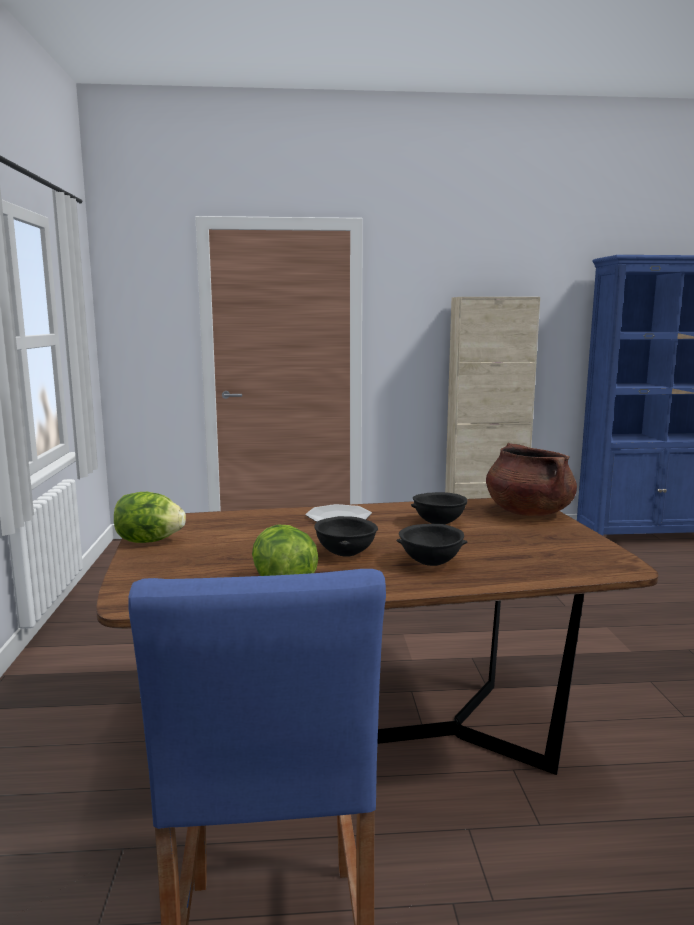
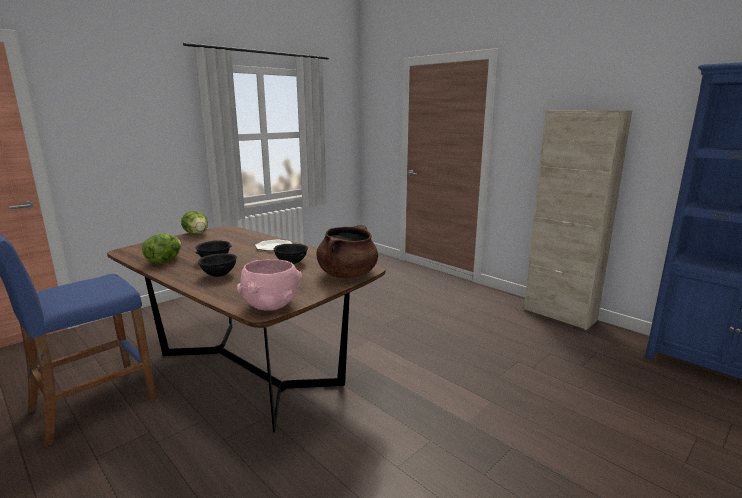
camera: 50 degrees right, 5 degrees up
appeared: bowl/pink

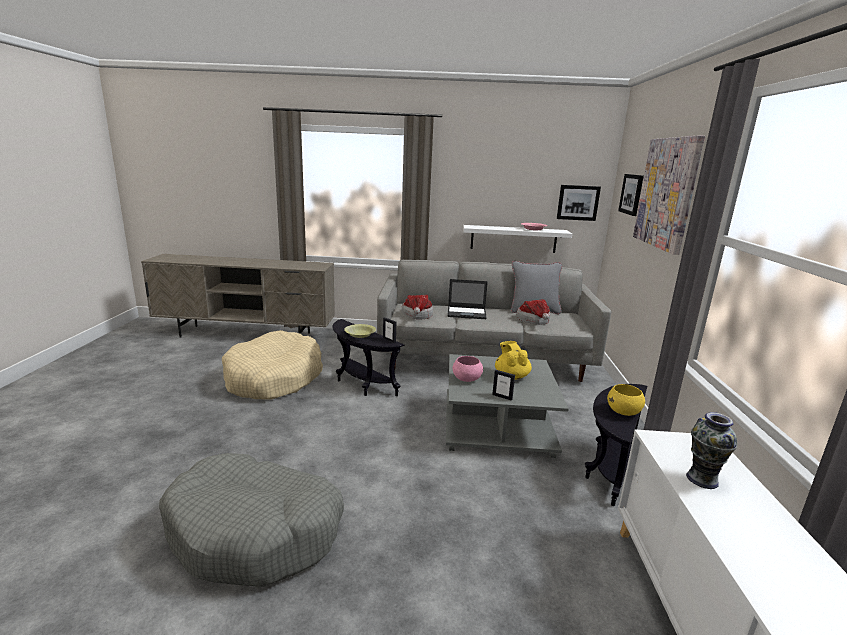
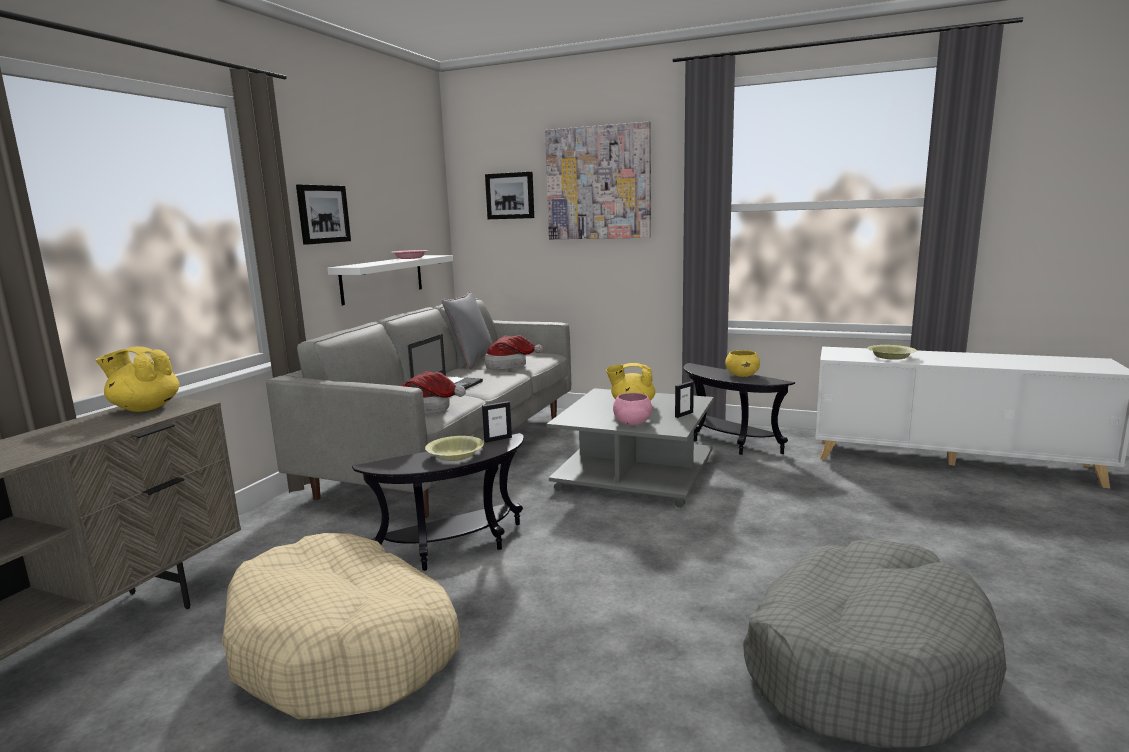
camera: 70 degrees left, 5 degrees down
appeared: teapot/yellow (no. 1 from left)
relocated: picture (no. 1 from left)
exchanged: vase to bowl/yellow (no. 3 from left)

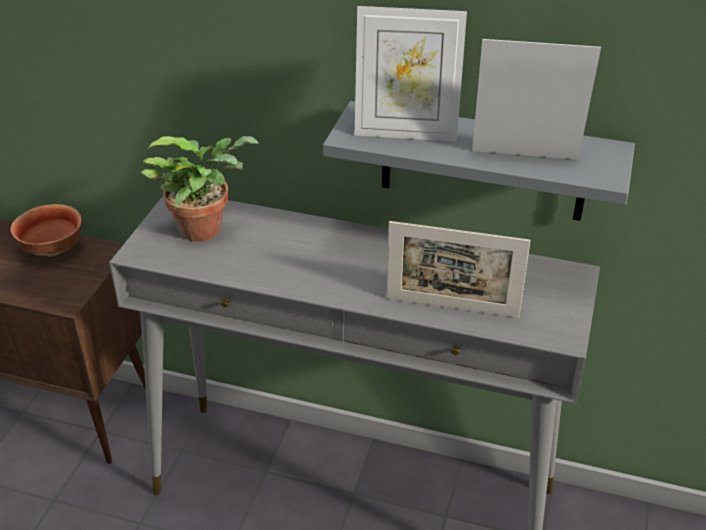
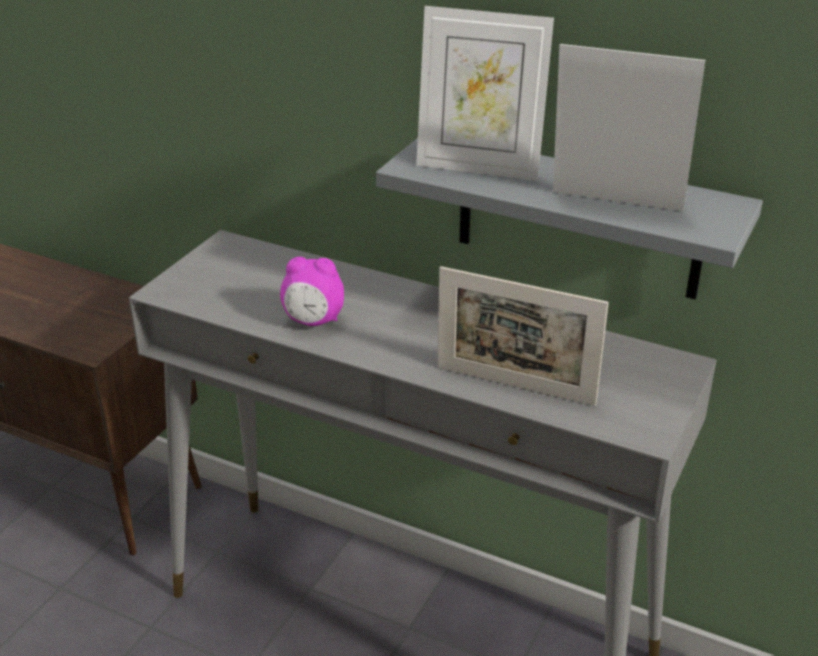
camera: 10 degrees right, 5 degrees down
missing: bowl; potted plant
appeared: alarm clock

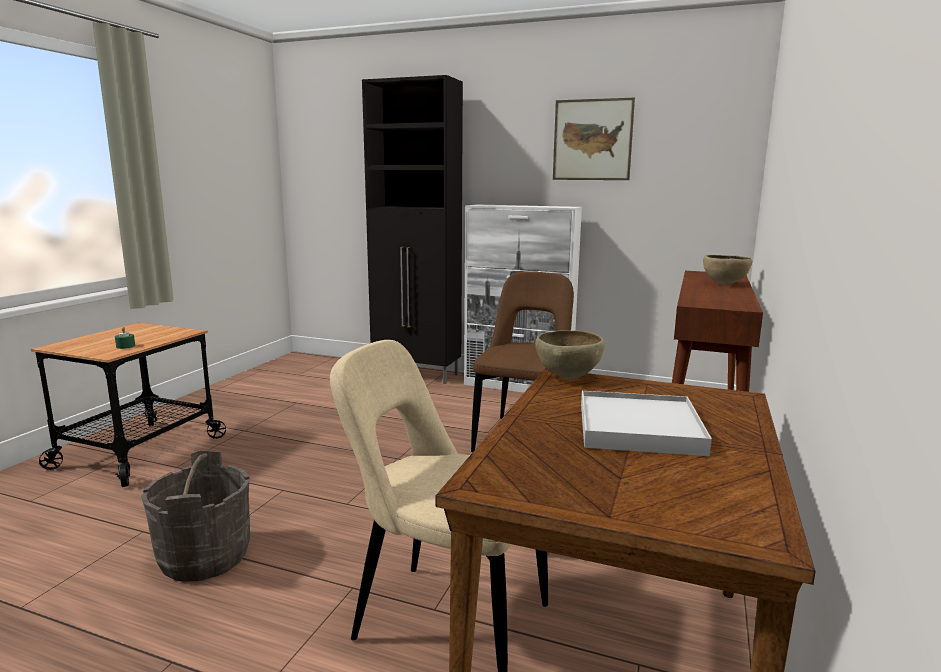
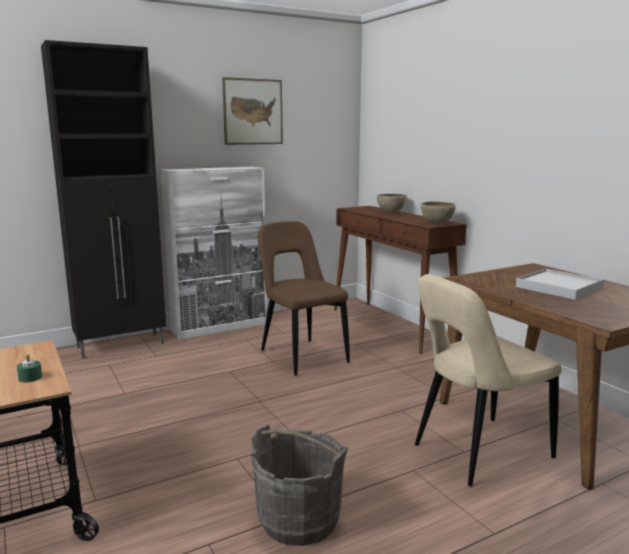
camera: 50 degrees left, 0 degrees up
relocated: bowl/brown (no. 1 from left in the first image) to bowl/brown (no. 2 from left)

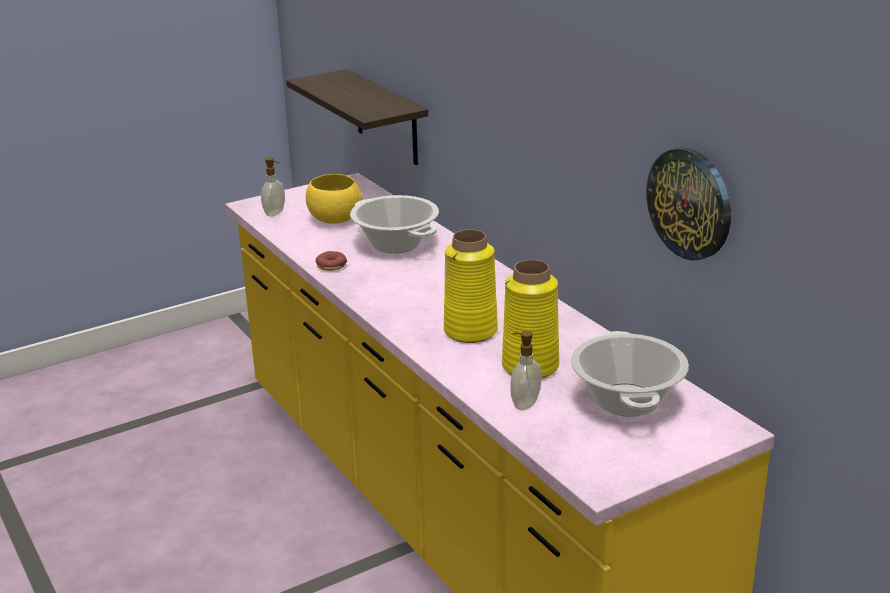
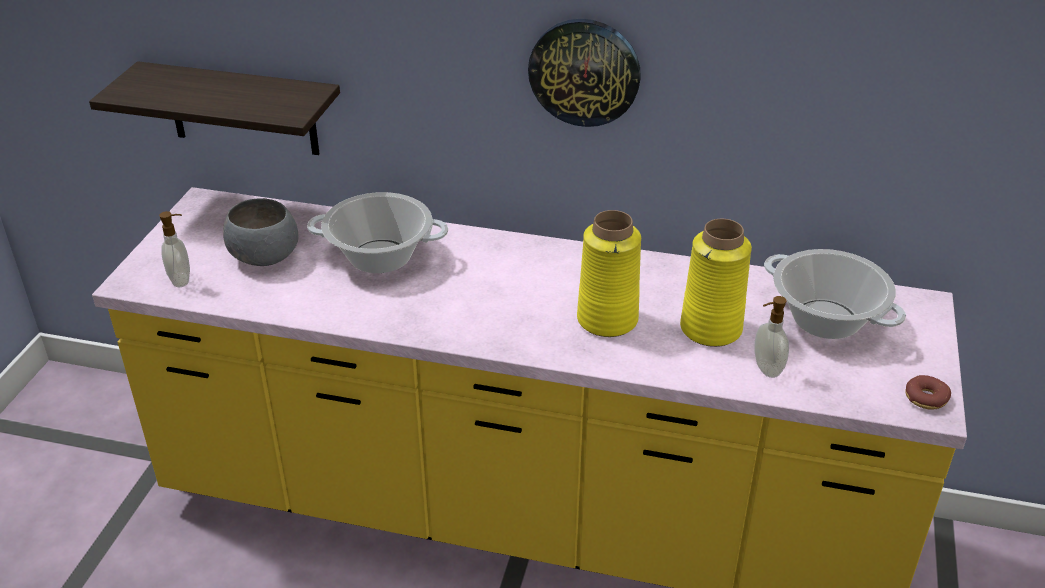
camera: 45 degrees left, 10 degrees up
relocated: wall clock; donut
colour: bowl/yellow to bowl/grey

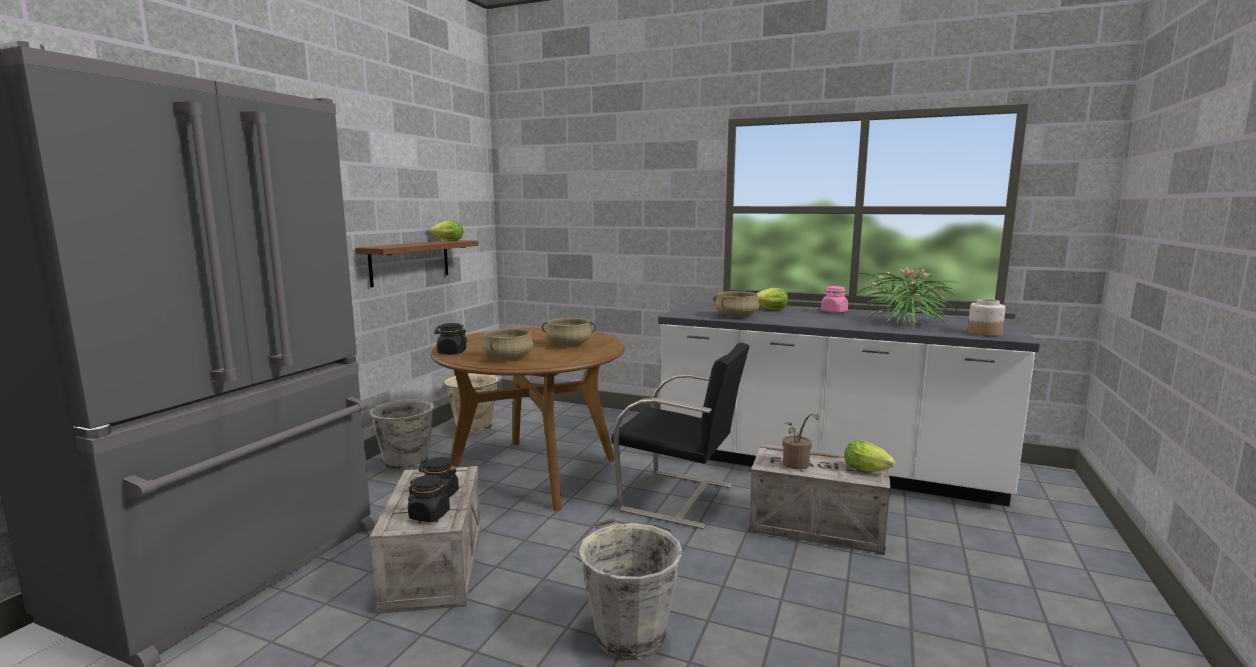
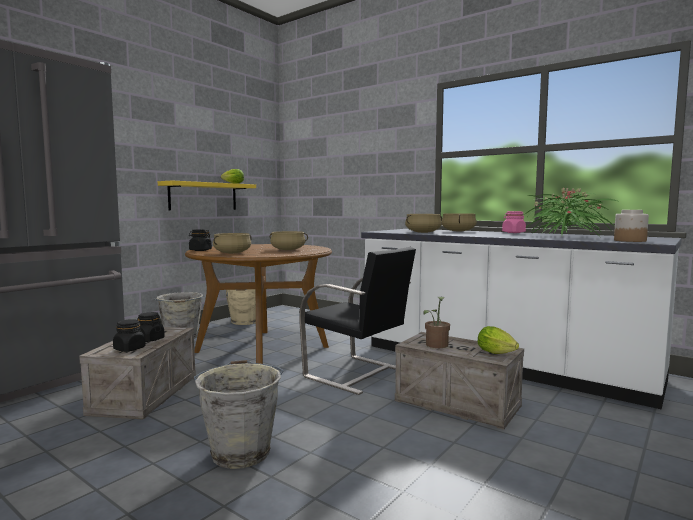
camera: 15 degrees right, 5 degrees down
exchanged: lettuce (no. 2 from left) to cooking pot/beige (no. 4 from left)
colour: shelf/brown to shelf/yellow

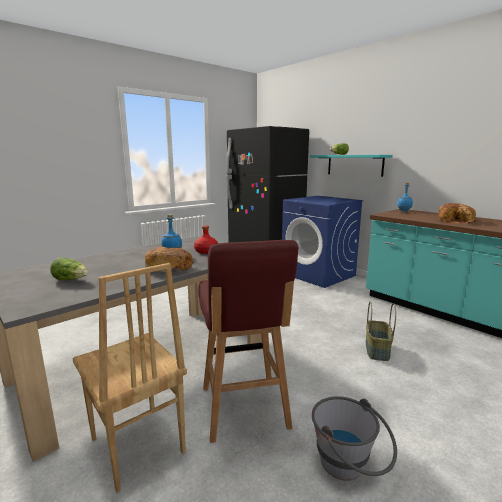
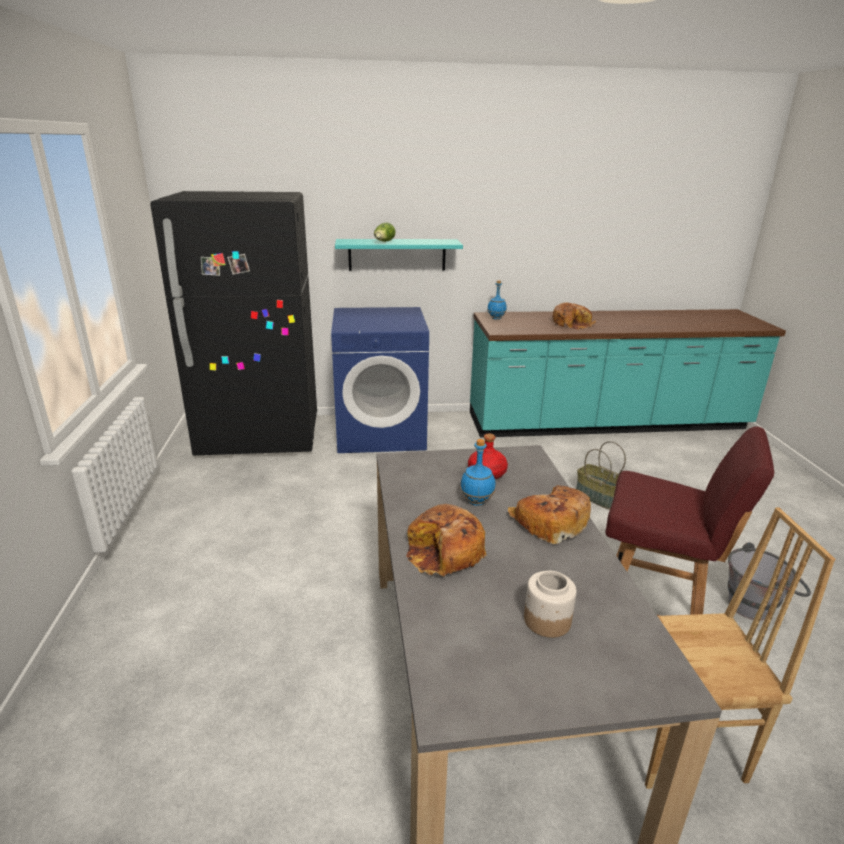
camera: 55 degrees left, 10 degrees up
appeared: bread (no. 1 from left)
exchanged: lettuce (no. 1 from left) to jar

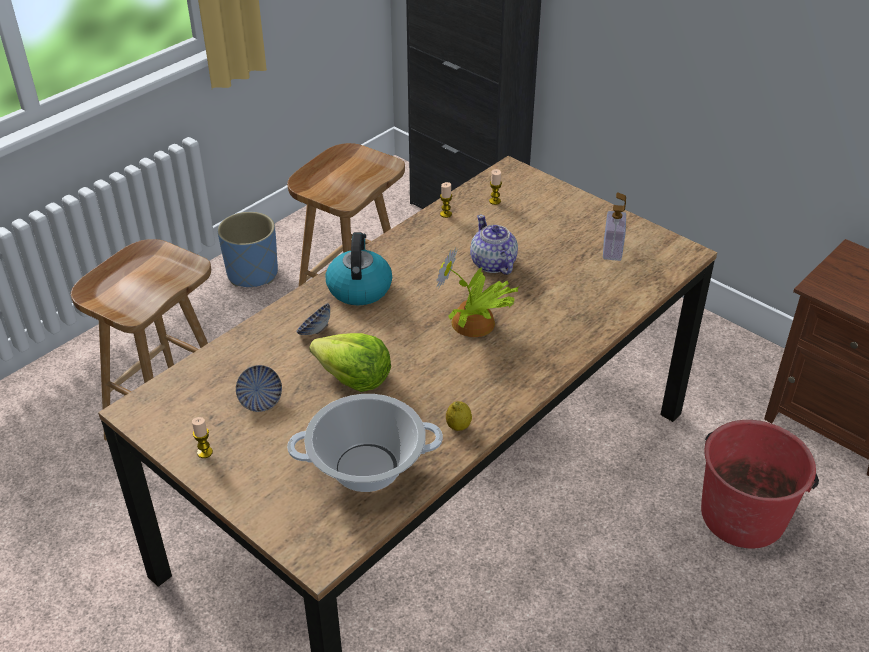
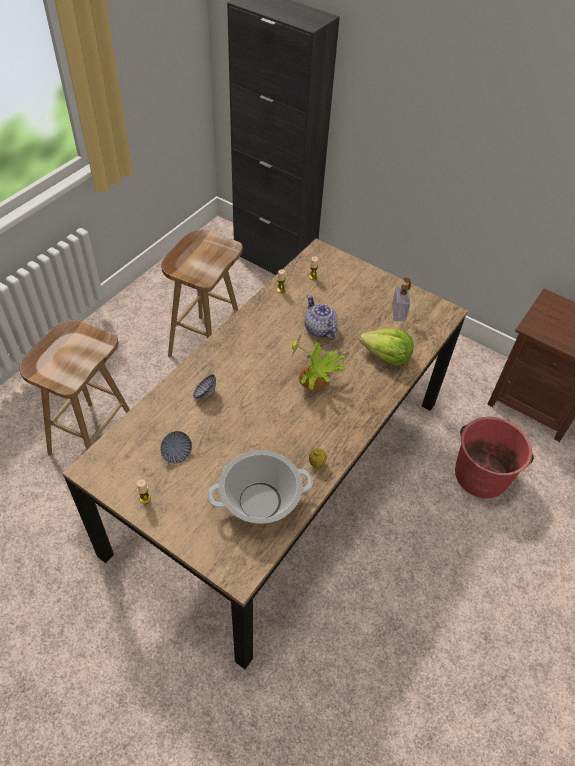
camera: 10 degrees left, 10 degrees up
missing: planter/blue; kettle
relocated: lettuce

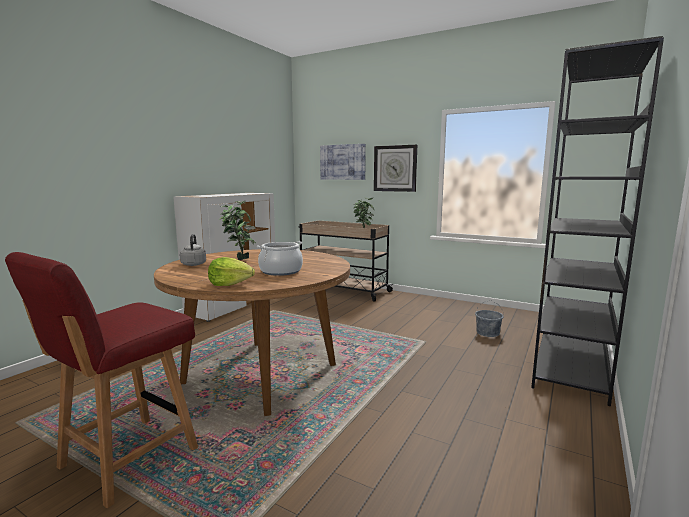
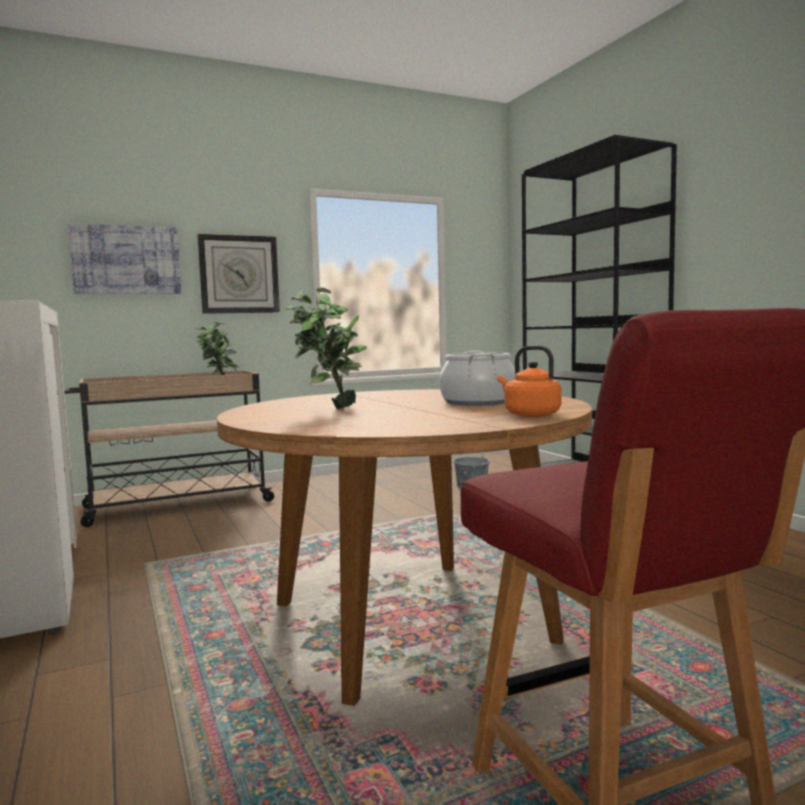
camera: 55 degrees left, 5 degrees down
missing: kettle/grey
exchanged: lettuce to kettle/orange

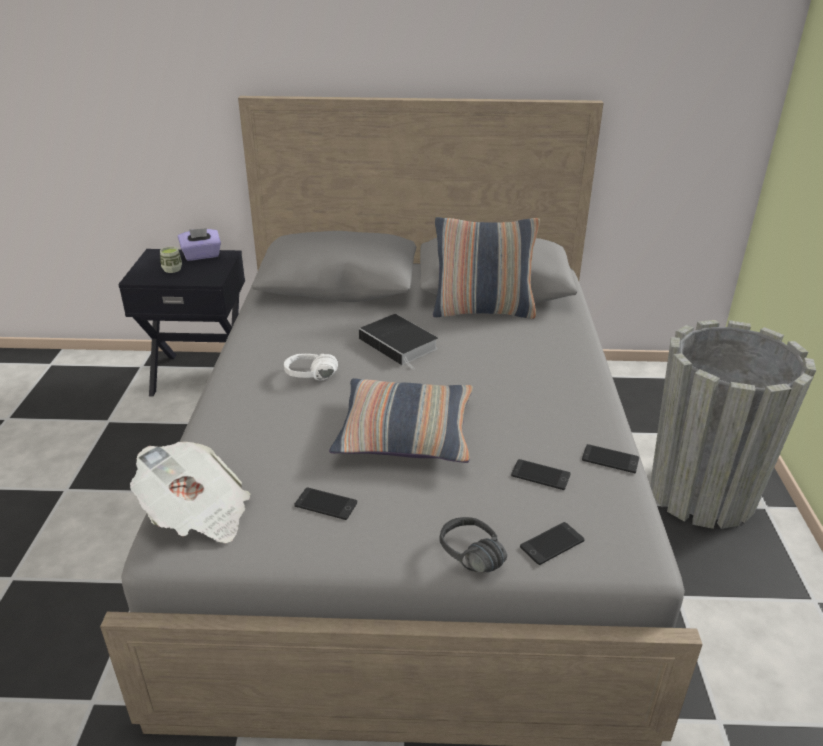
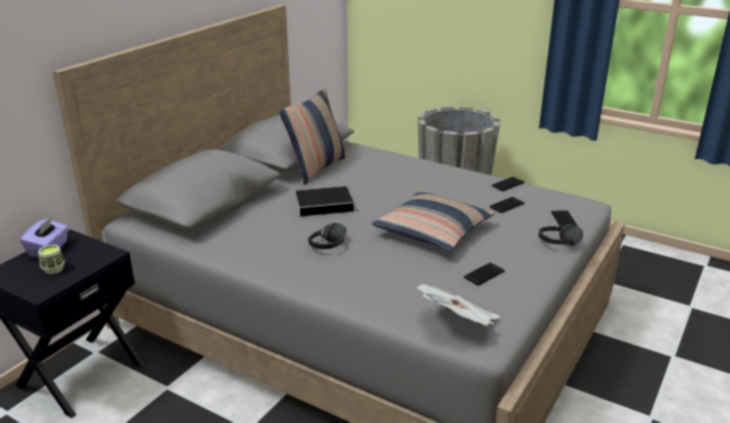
camera: 60 degrees left, 5 degrees down
colour: headphones/white to headphones/black (no. 1 from left)

